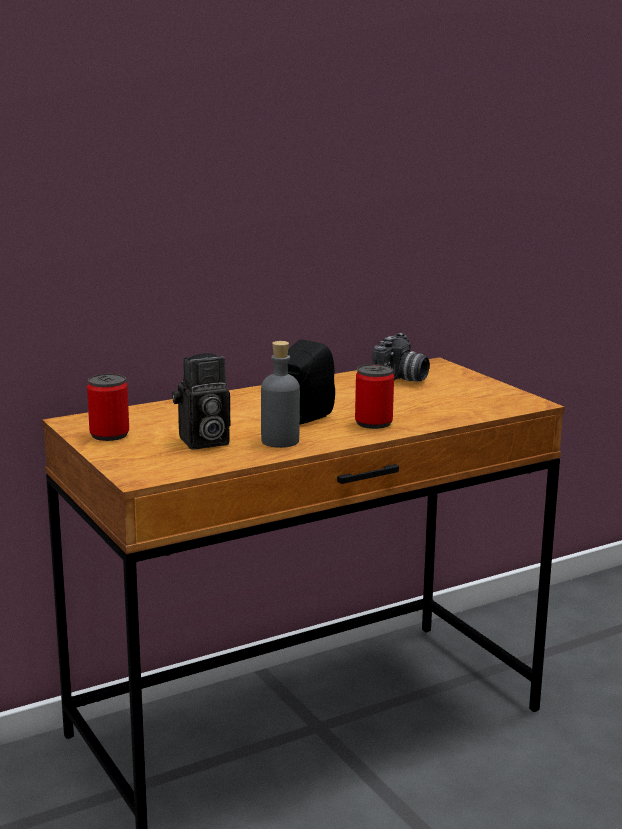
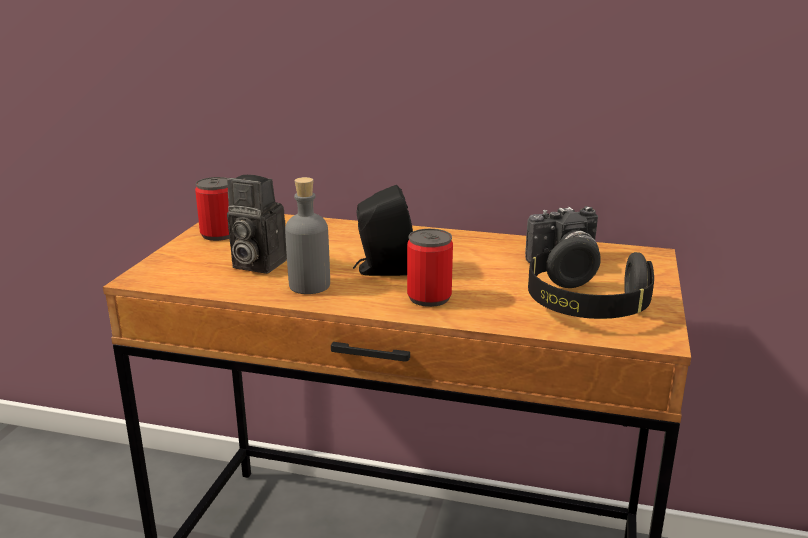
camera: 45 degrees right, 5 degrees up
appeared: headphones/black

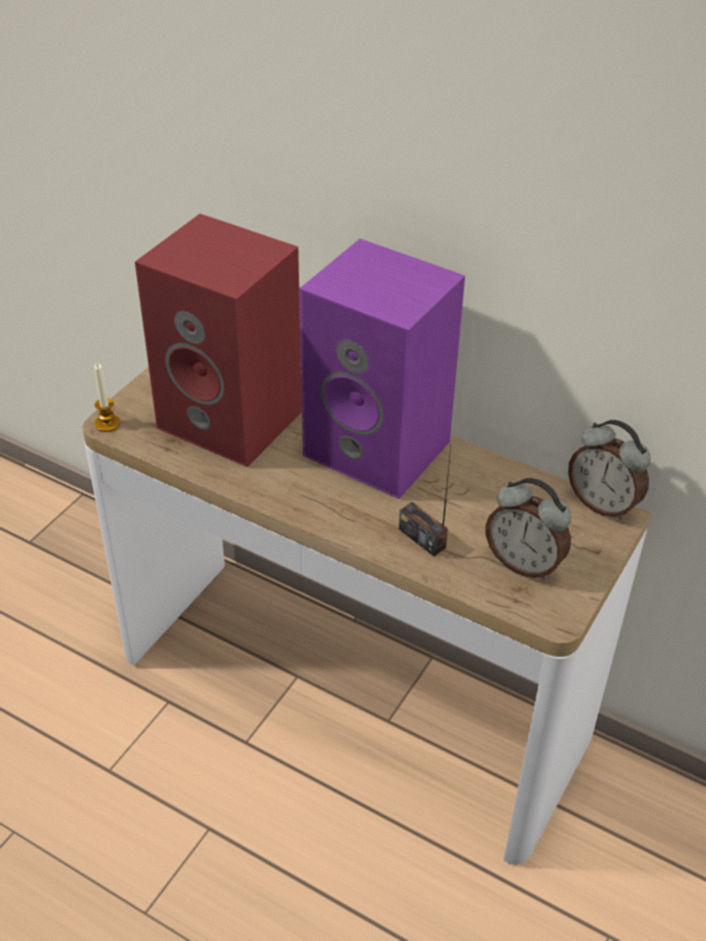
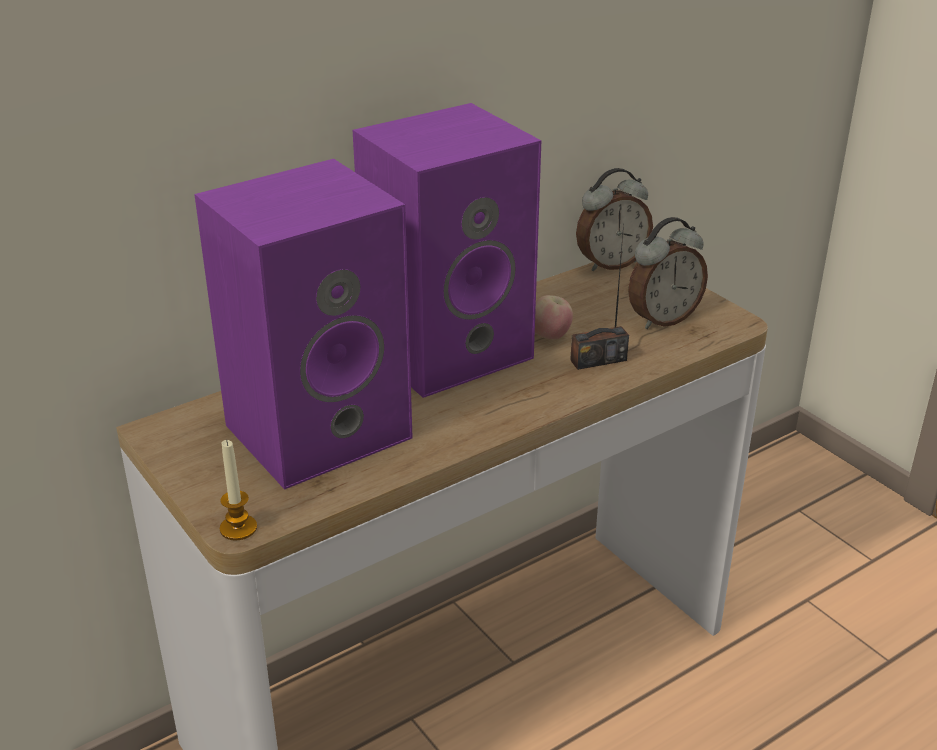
camera: 65 degrees left, 10 degrees down
appeared: apple
colour: speaker/red to speaker/purple (no. 1 from left)

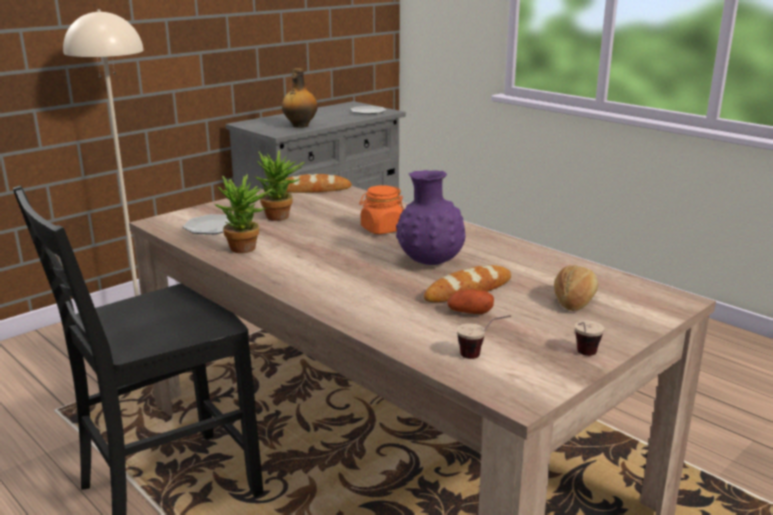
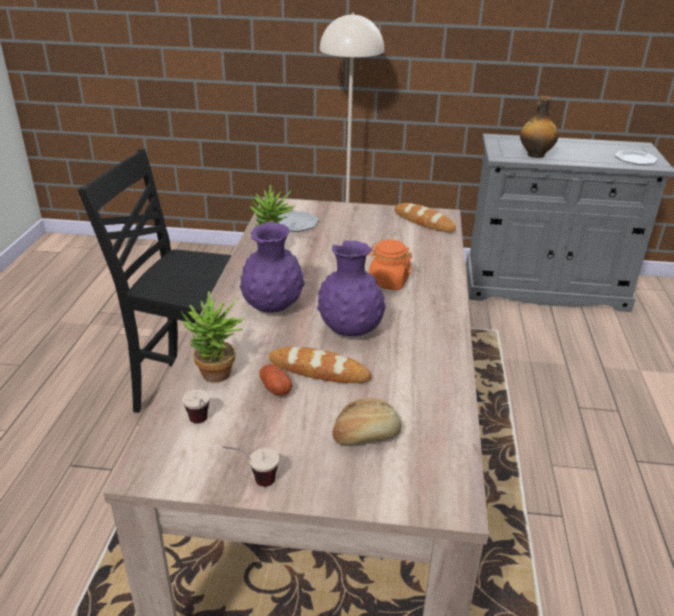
camera: 50 degrees right, 10 degrees up
appeared: vase/purple (no. 1 from left)
relocated: potted plant (no. 2 from left in the first image) to potted plant (no. 1 from left)

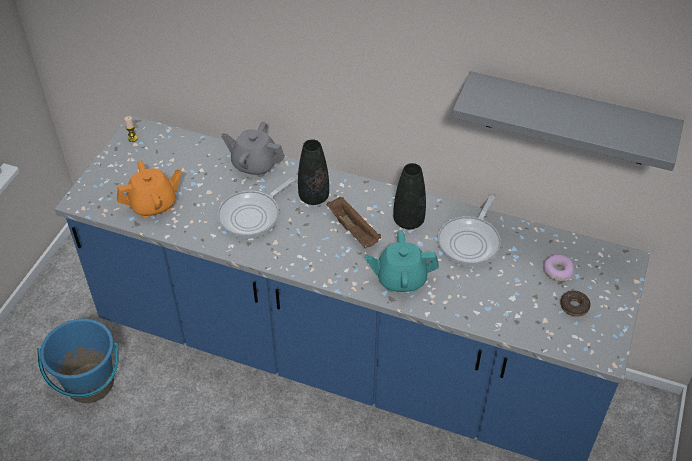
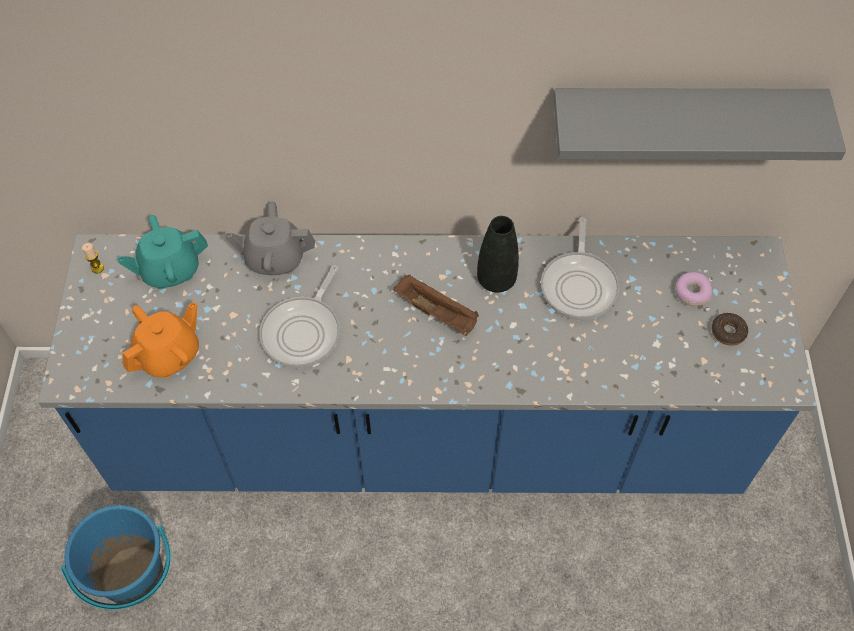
camera: 20 degrees left, 10 degrees up
missing: vase/black (no. 1 from left)
relocated: teapot/turquoise

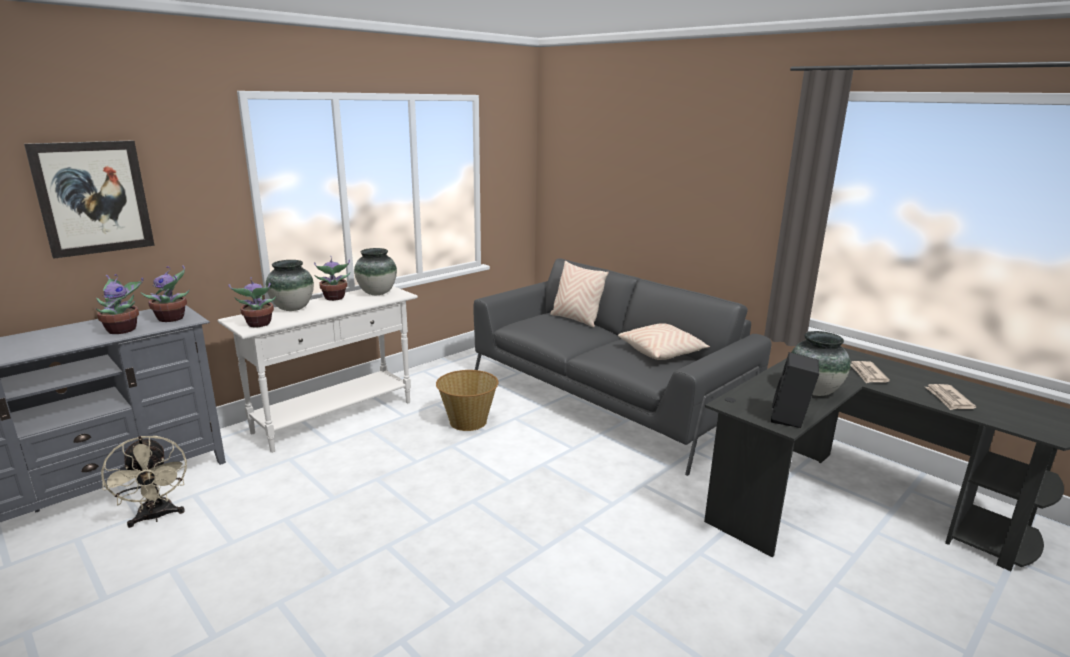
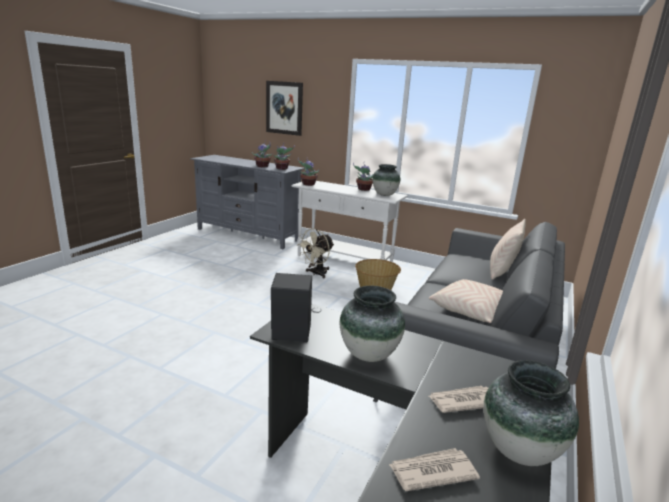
camera: 70 degrees right, 0 degrees up
relocated: fan/beige; vase (no. 1 from left in the first image) to vase (no. 3 from left)

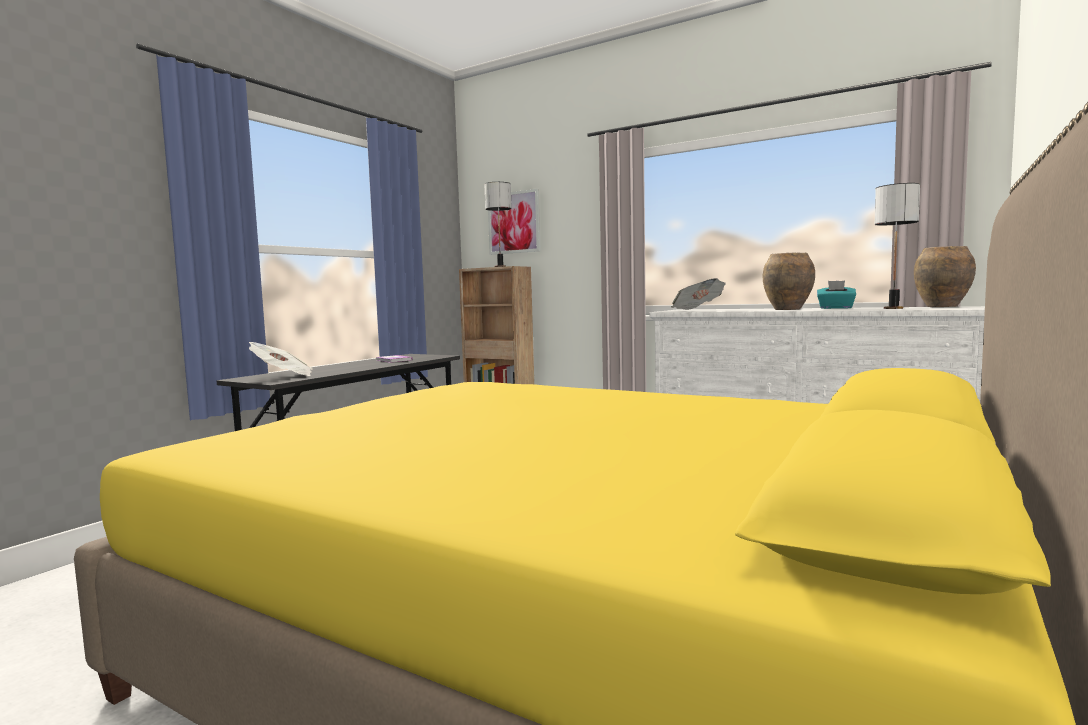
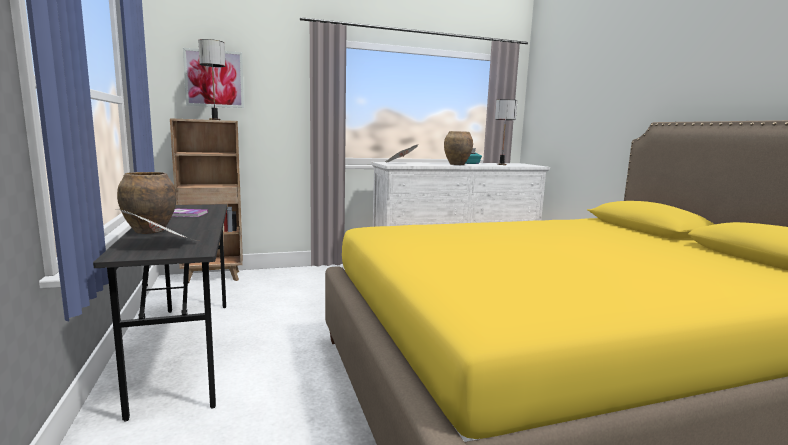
camera: 50 degrees left, 5 degrees up
relocated: vase/brown (no. 2 from left in the first image) to vase/brown (no. 1 from left)

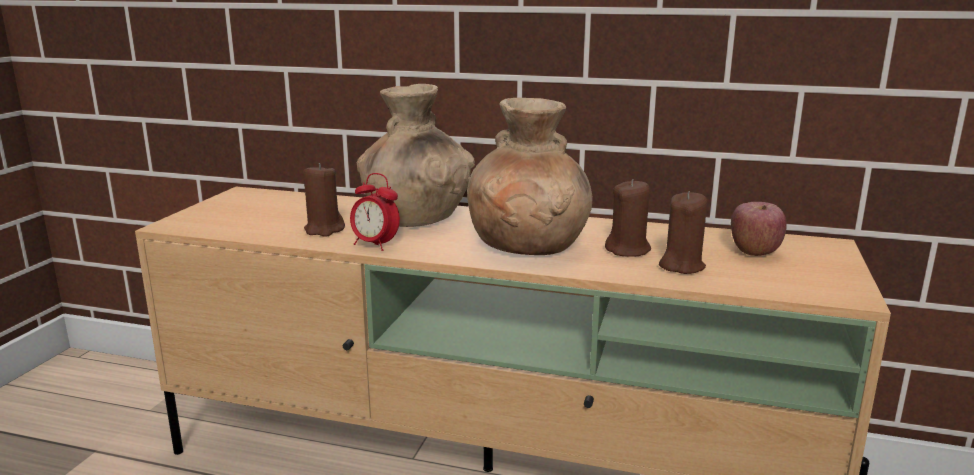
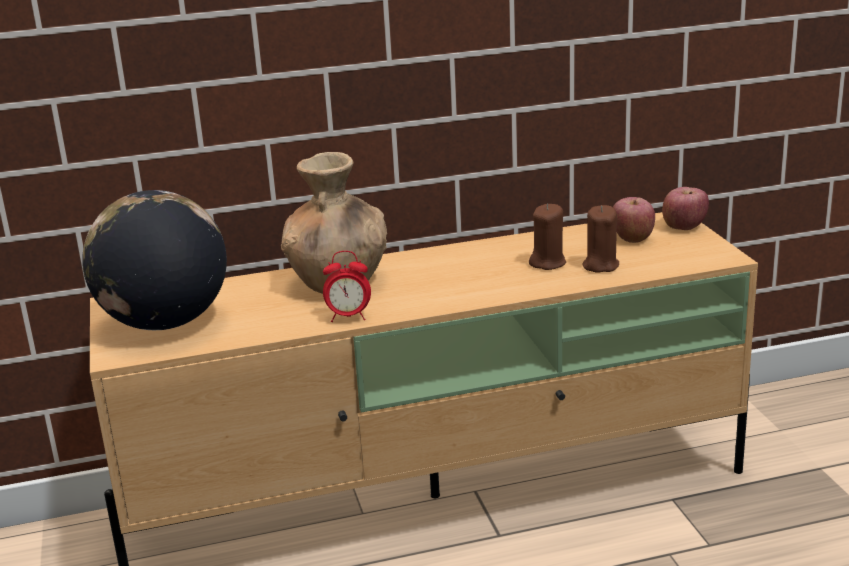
camera: 30 degrees left, 5 degrees up
missing: candle/brown (no. 1 from left); vase/brown (no. 2 from left)
appeared: globe; apple (no. 2 from left)

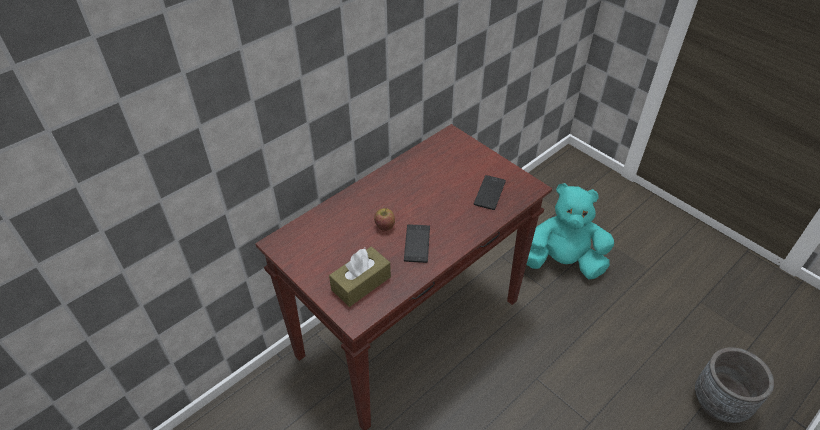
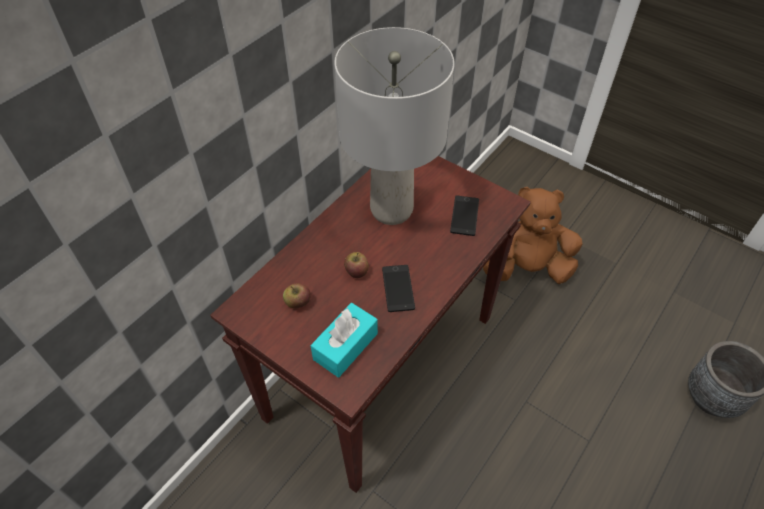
camera: 10 degrees left, 5 degrees up
appeared: apple (no. 1 from left); table lamp/grey
colour: tissue box/brown to tissue box/turquoise; plush toy/turquoise to plush toy/brown

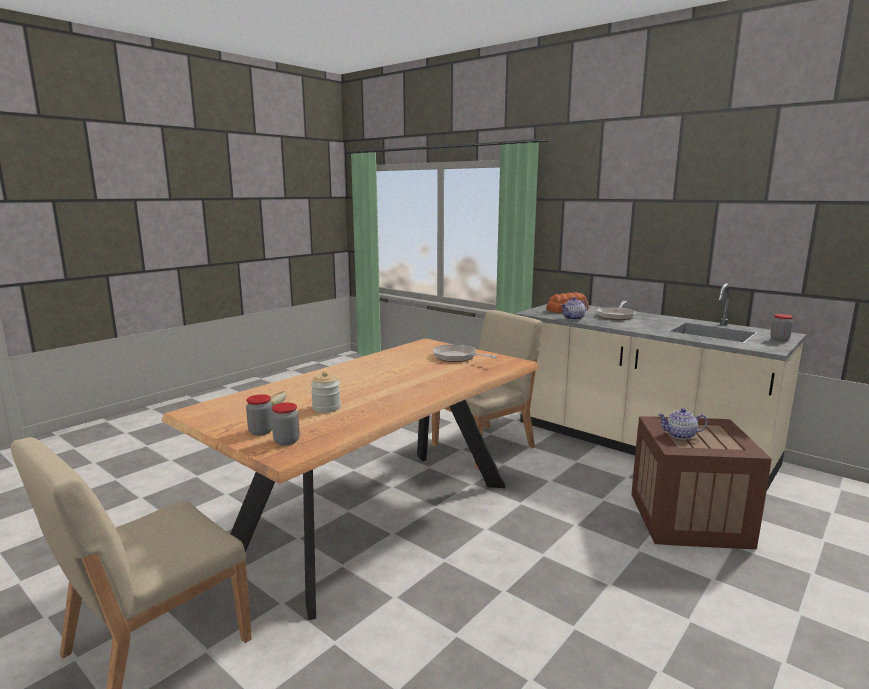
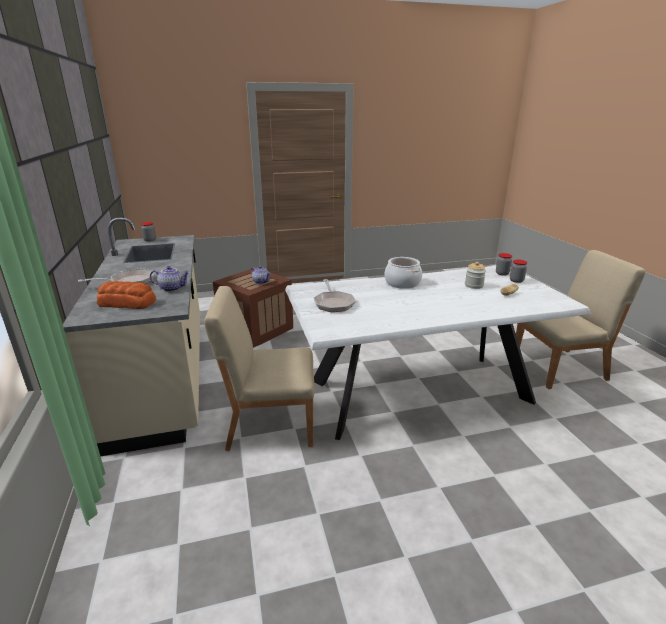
camera: 145 degrees left, 10 degrees up
appeared: cooking pot
colour: dining table/brown to dining table/white

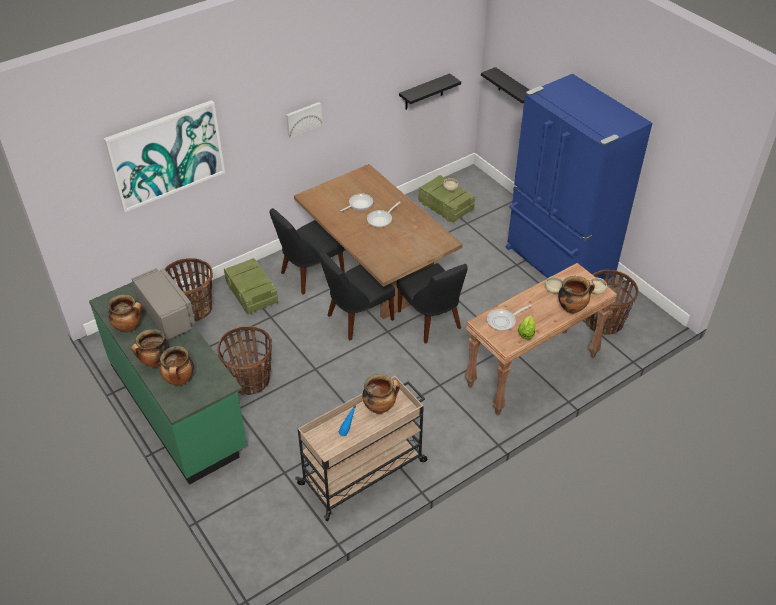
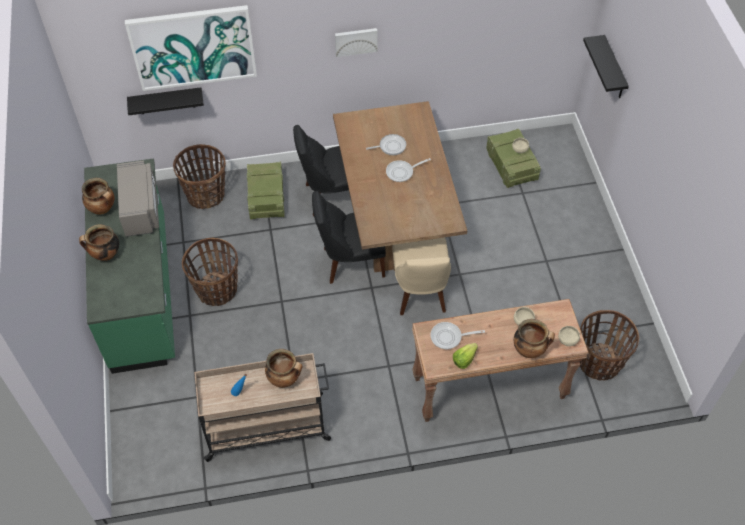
camera: 25 degrees right, 10 degrees up
missing: cooking pot (no. 3 from left); fridge/blue
relocated: shelf/black (no. 1 from left)
colour: chair/black (no. 3 from left) to chair/beige

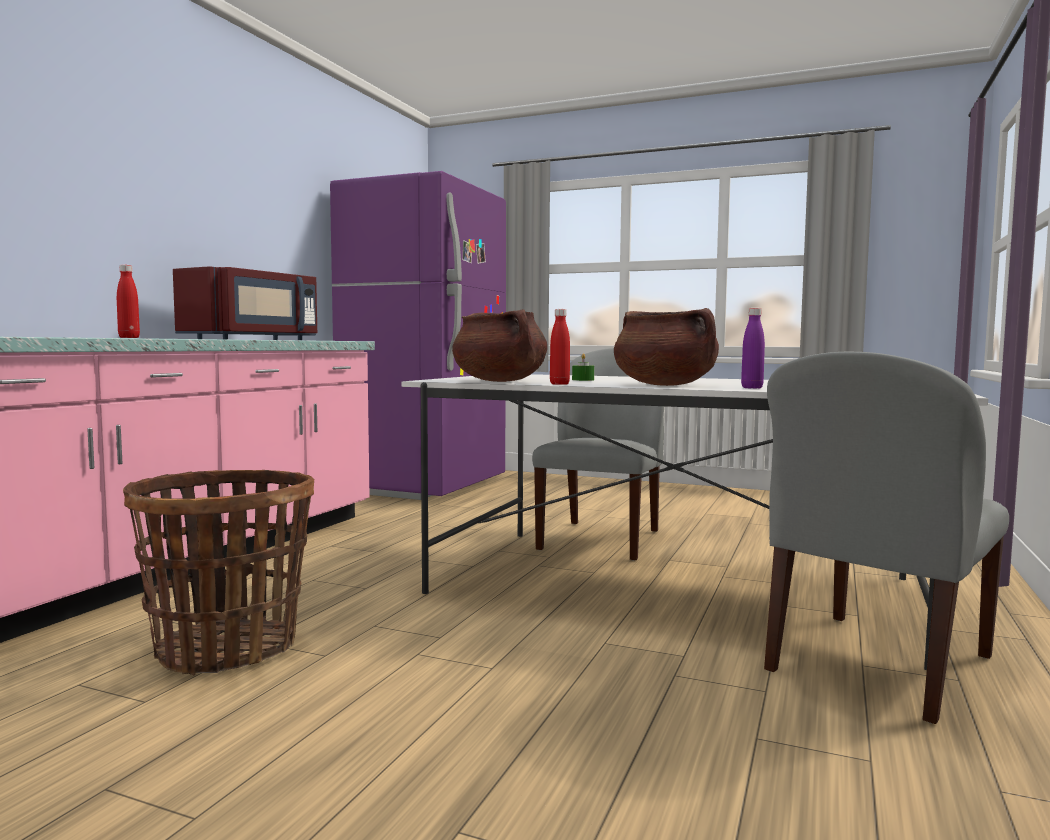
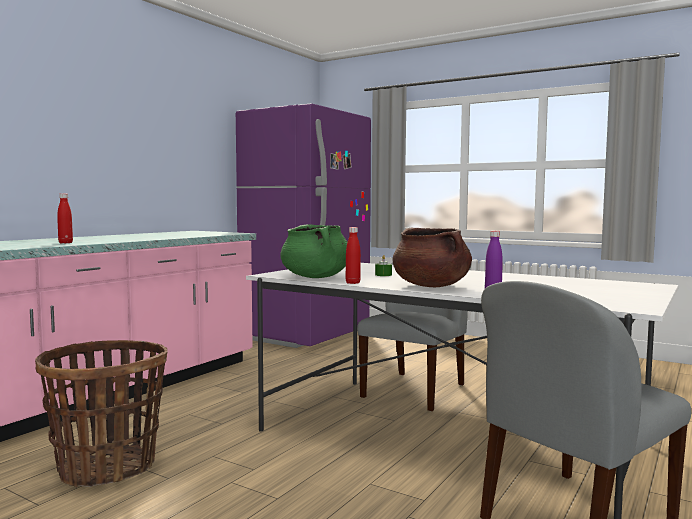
camera: 10 degrees right, 0 degrees up
missing: microwave/red
colour: cooking pot/brown (no. 1 from left) to cooking pot/green

